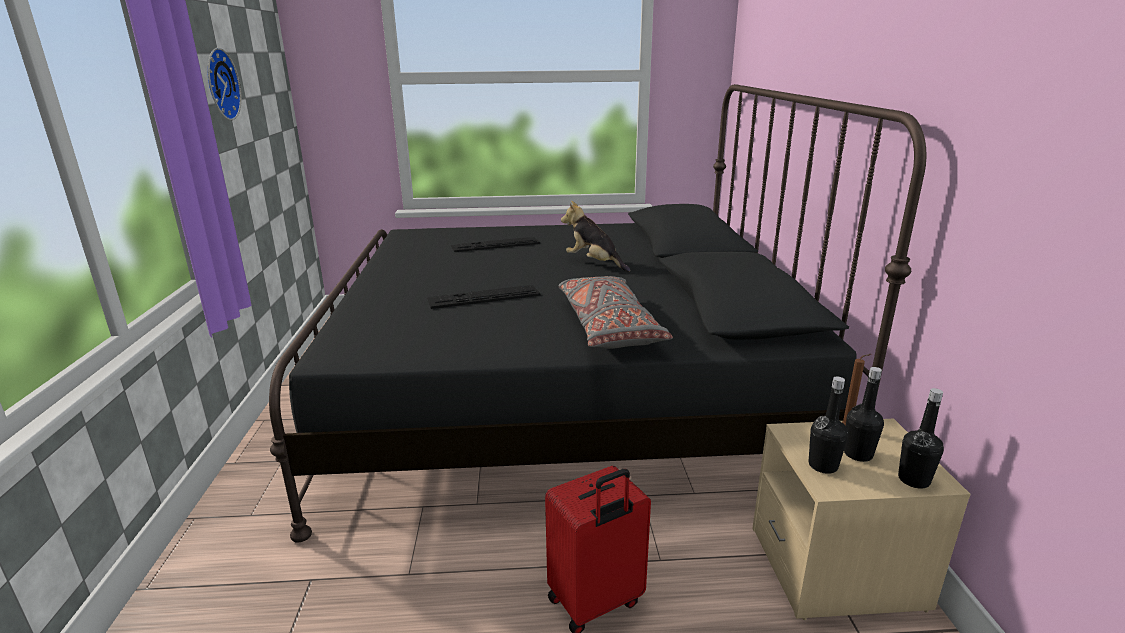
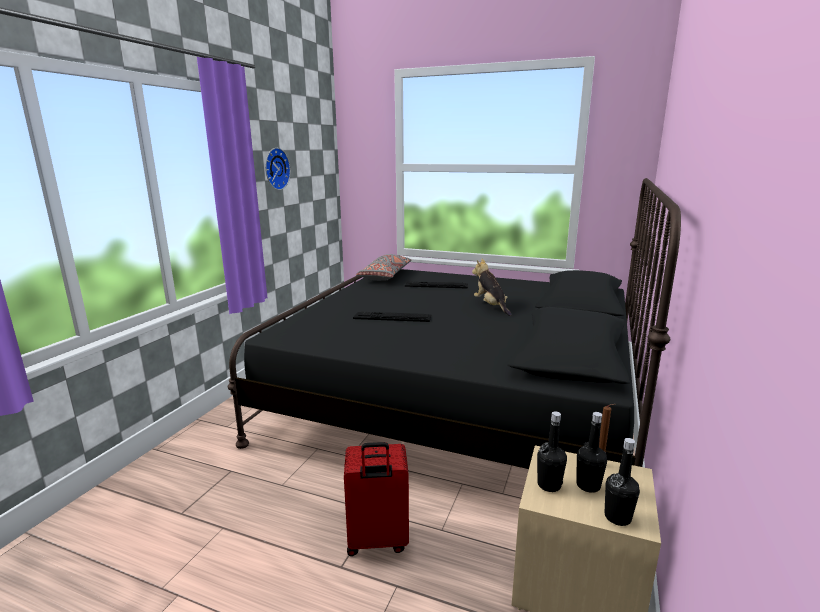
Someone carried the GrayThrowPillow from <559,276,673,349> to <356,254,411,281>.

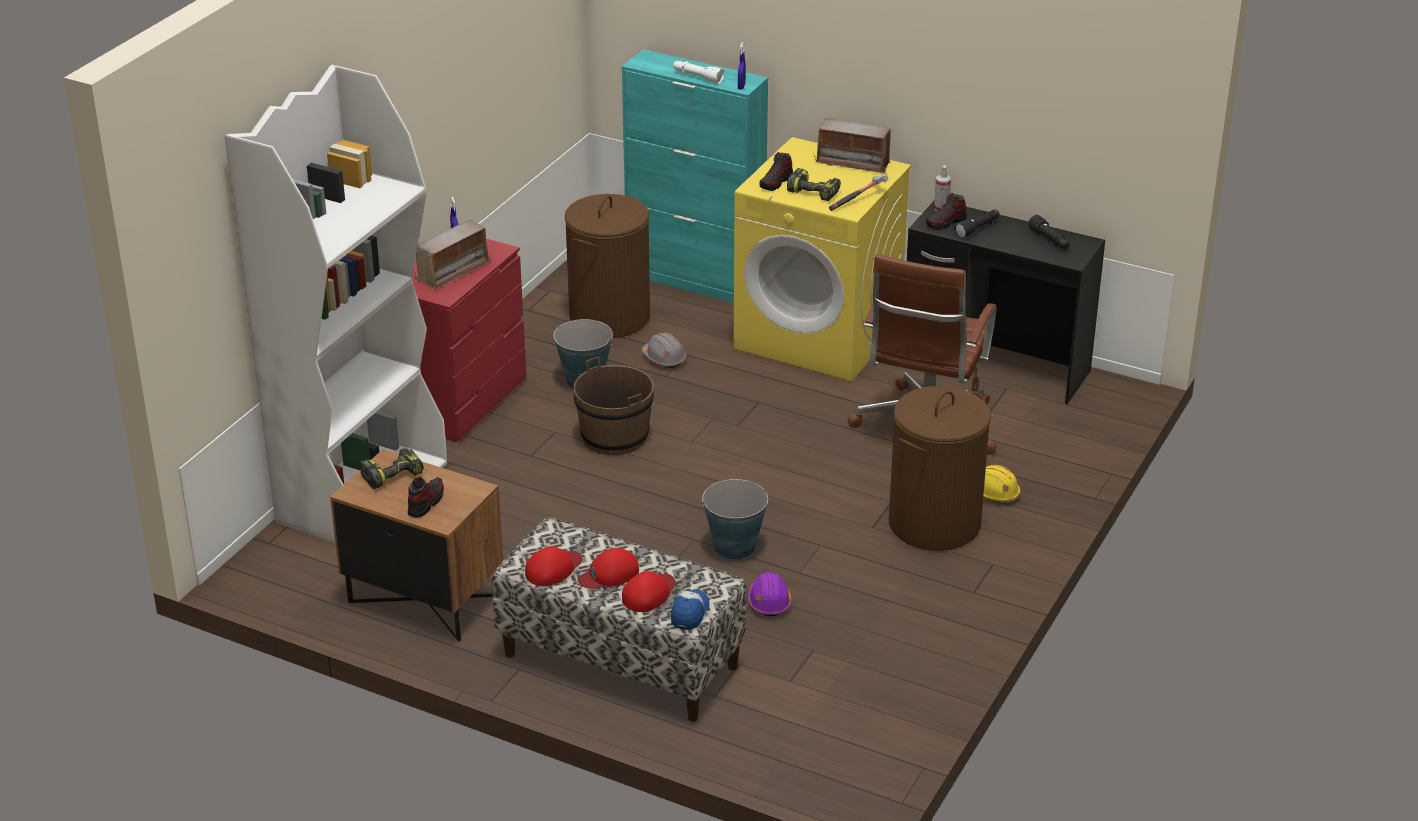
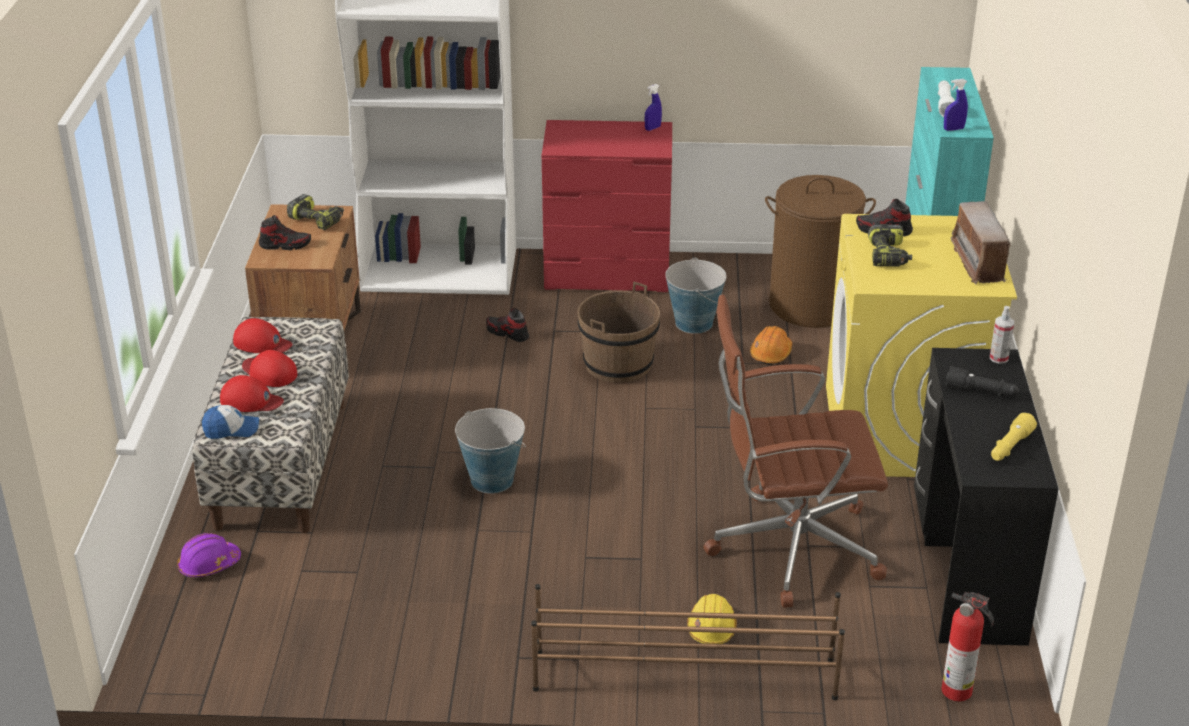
Someone took away the RadioSet at <415,220,491,290>.
Someone repainted the GraySafetyHelmet at <642,332,686,368>, which became the OrangeColouredSafetyHelmet at <750,326,792,365>.
Someone carried the PurpleColouredSafetyHelmet from <748,572,791,616> to <177,533,241,577>.
Someone took away the HandHammer at <829,174,889,211>.
Someone took away the BrownColouredLaundryBasket at <889,386,991,551>.
Someone carried the Shoe from <926,193,967,230> to <486,308,529,342>.
Someone repainted the BlackishHandTorch at <1028,215,1070,249>, which became the YellowishHandTorch at <991,413,1037,461>.
Someone put down the BrownColouredShoeStand at <531,584,845,700>.
Someone put down the FireFightingCylinder at <942,592,994,702>.

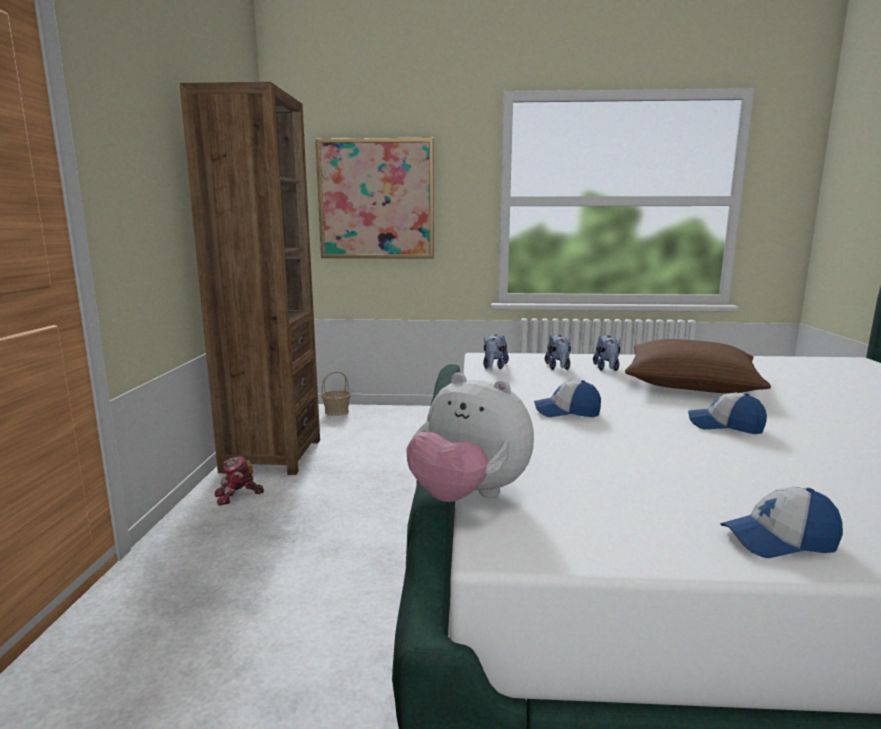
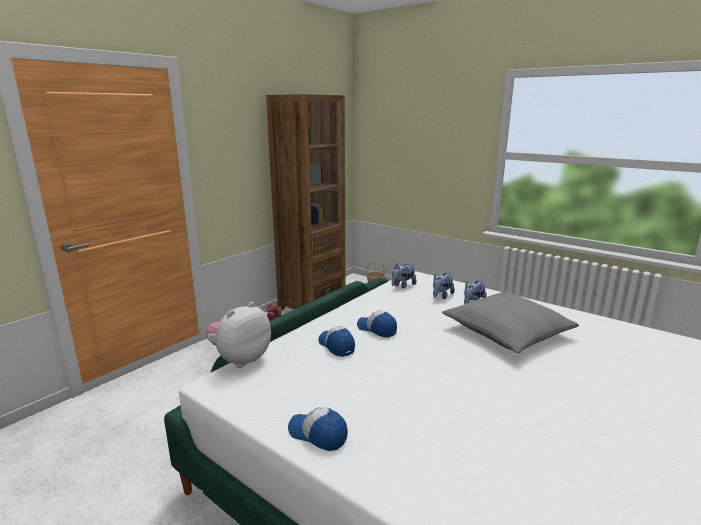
Someone took away the WallArt at <315,138,434,259>.
Someone rotated the PlushToy at <407,372,534,502> by 60 degrees clockwise.
Someone repainted the BrownColouredThrowPillow at <625,339,771,393>, which became the GrayThrowPillow at <442,292,579,353>.
Someone carried the PeakedCap from <688,393,767,434> to <318,326,355,357>.

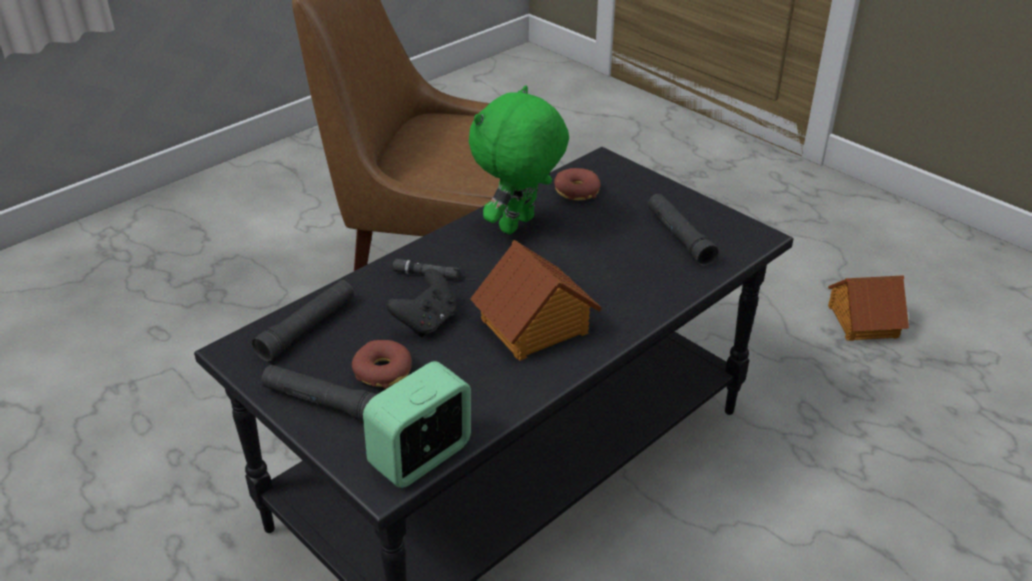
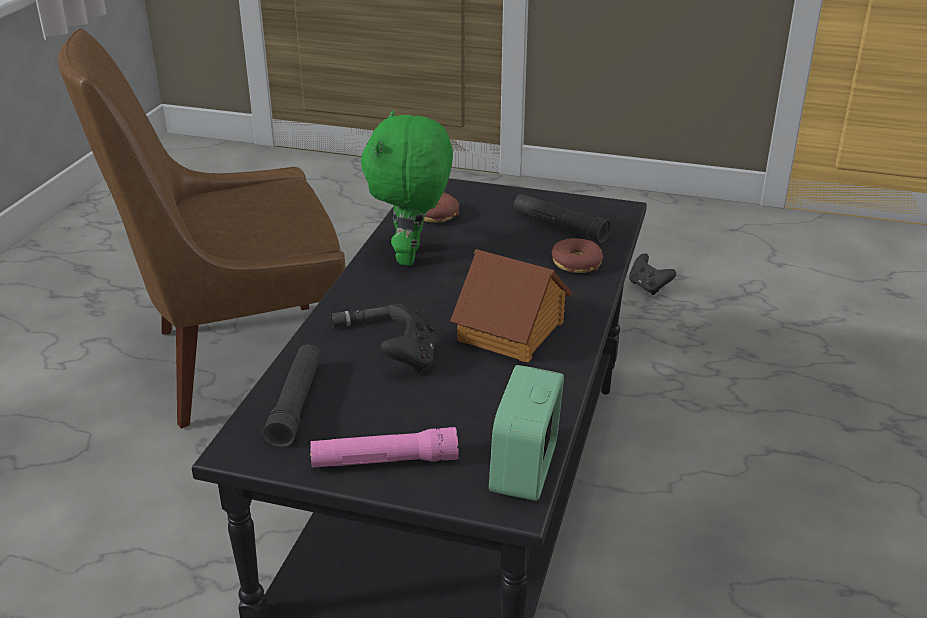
Someone repainted the BlackishHandTorch at <262,365,377,421>, which became the PinkHandTorch at <310,427,458,468>.
Someone carried the RingDoughnut from <352,340,411,389> to <551,238,603,273>.
Someone swapped the ToyHouse at <828,275,909,341> for the BlackishGameController at <629,253,676,295>.

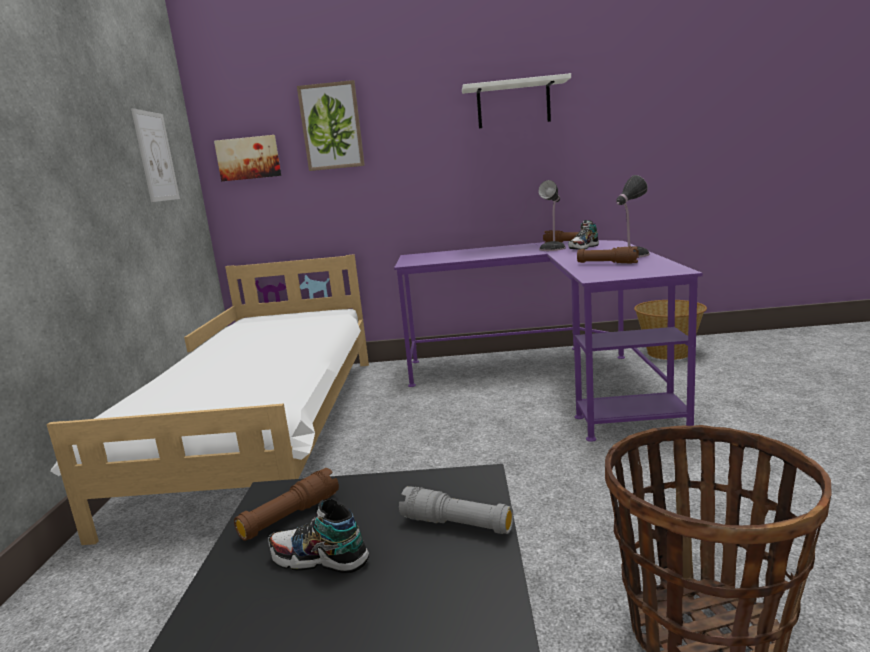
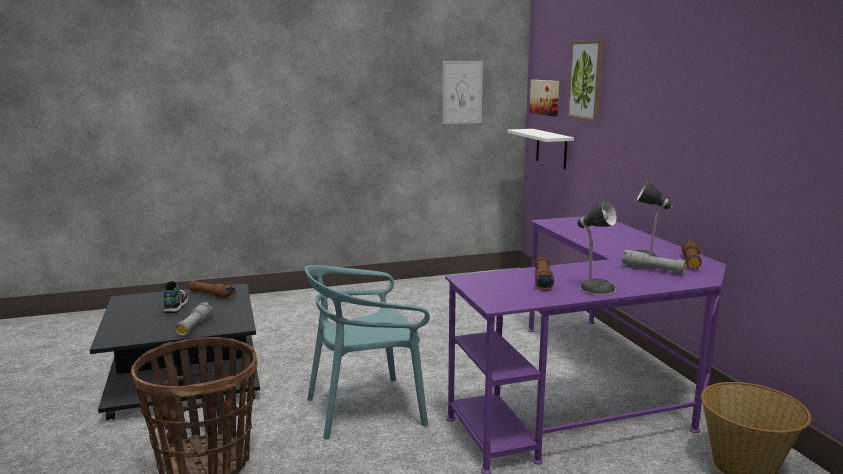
Someone took away the WhiteBed at <46,254,369,545>.
Someone carried the WhiteShelf from <462,73,571,129> to <507,129,574,169>.
Someone swapped the Shoe at <568,220,599,249> for the GrayHandTorch at <622,250,686,274>.
Someone put down the TurquoiseUprightChair at <304,265,430,440>.

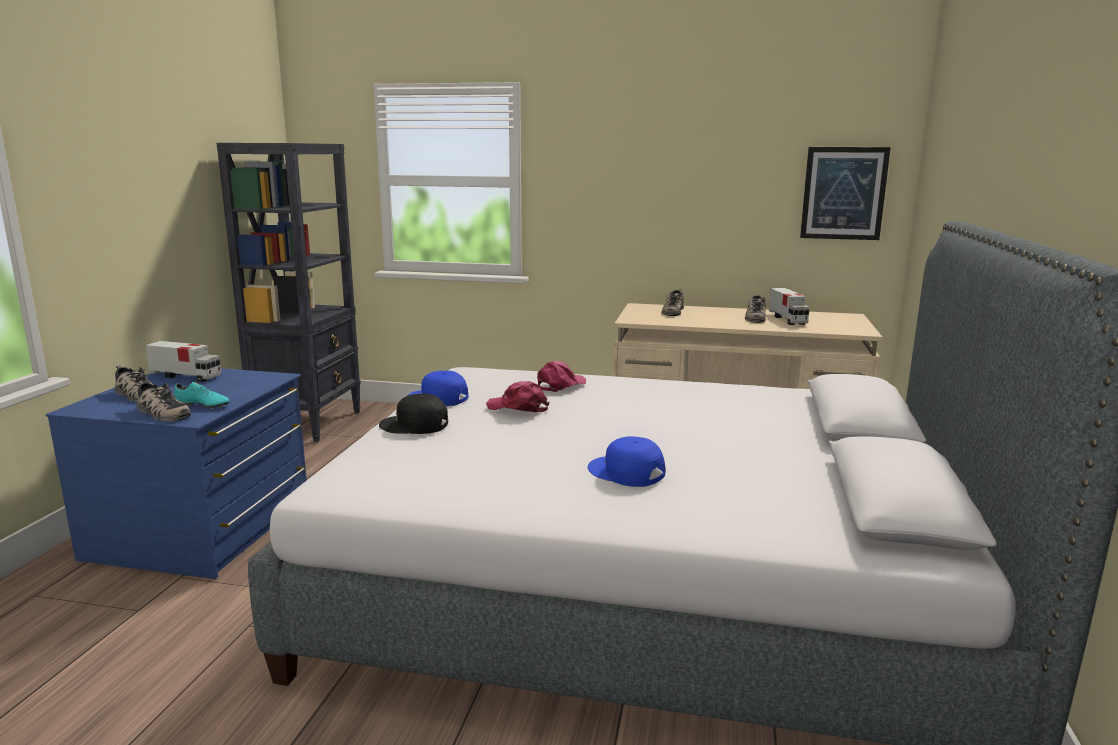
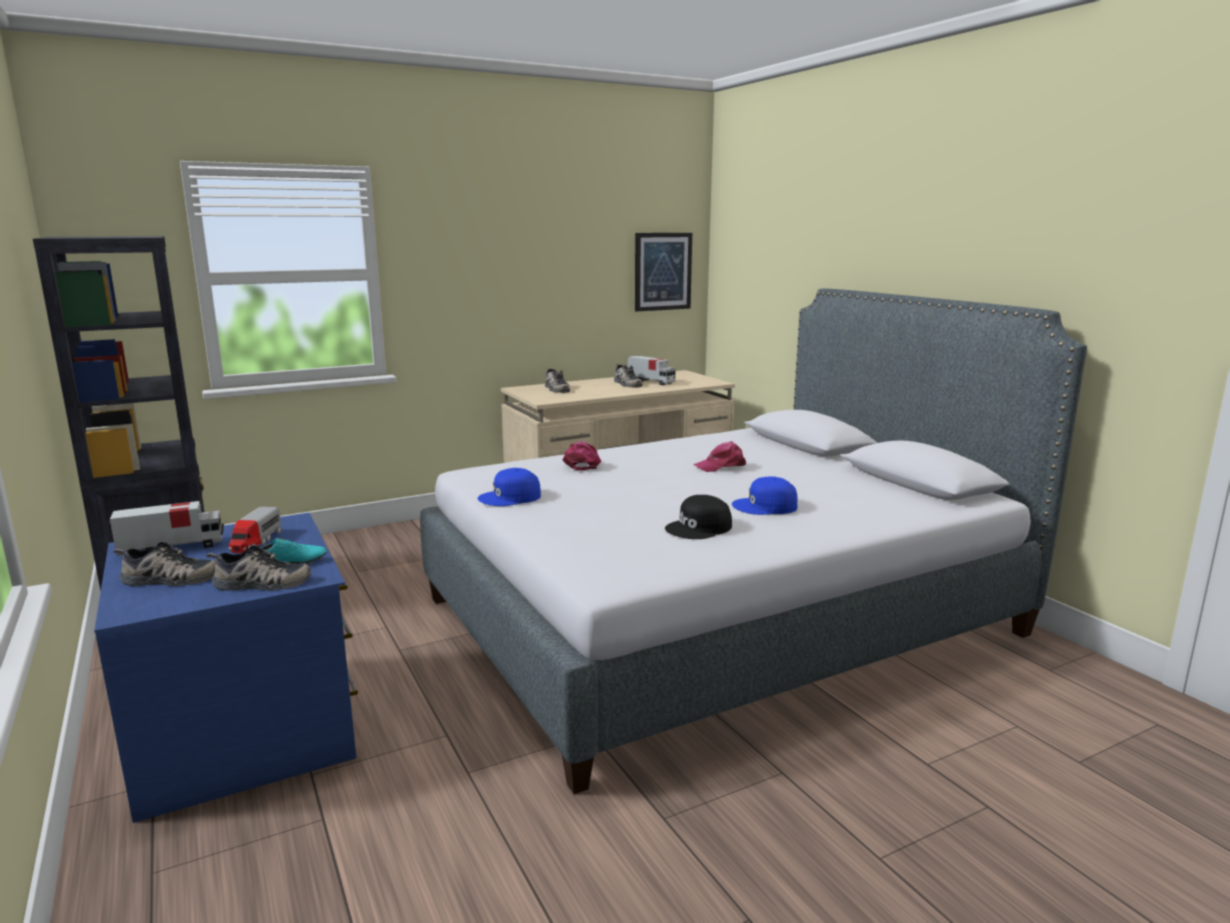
Someone carried the BlackishPeakedCap from <379,394,448,434> to <665,495,732,539>.
Someone carried the PinkPeakedCap from <486,381,549,412> to <693,441,746,472>.
Someone put down the ToyTruck at <228,507,281,553>.

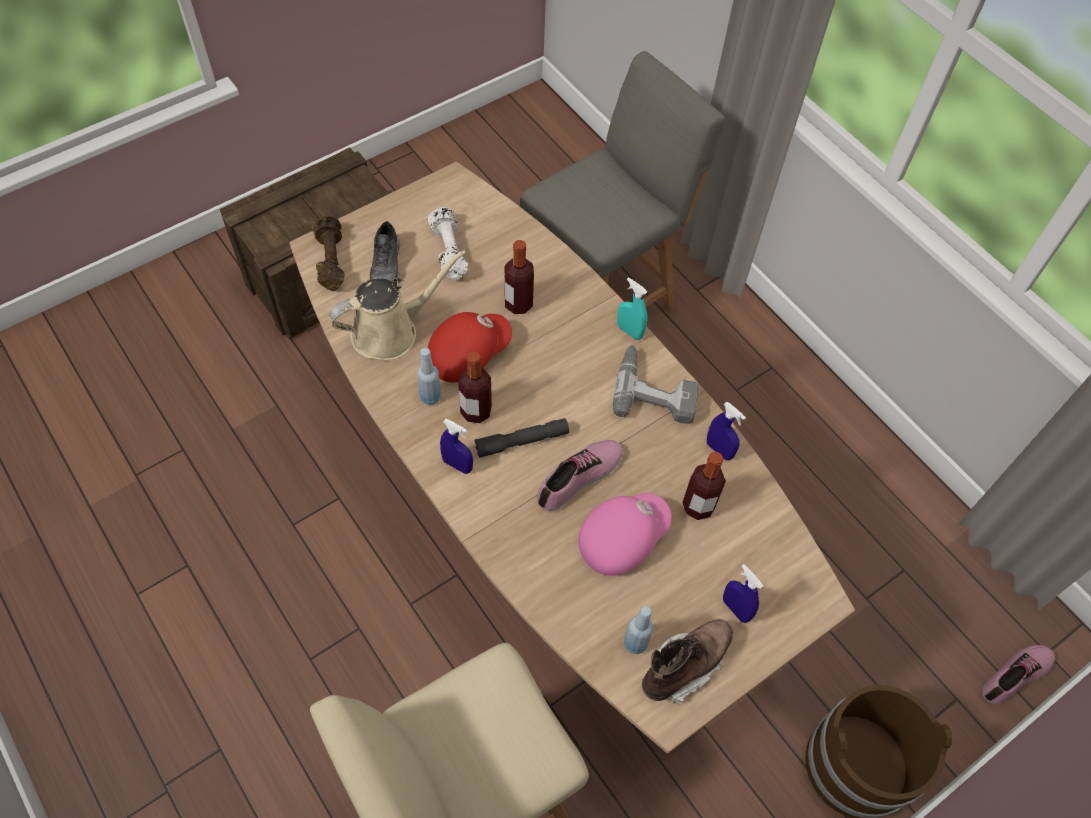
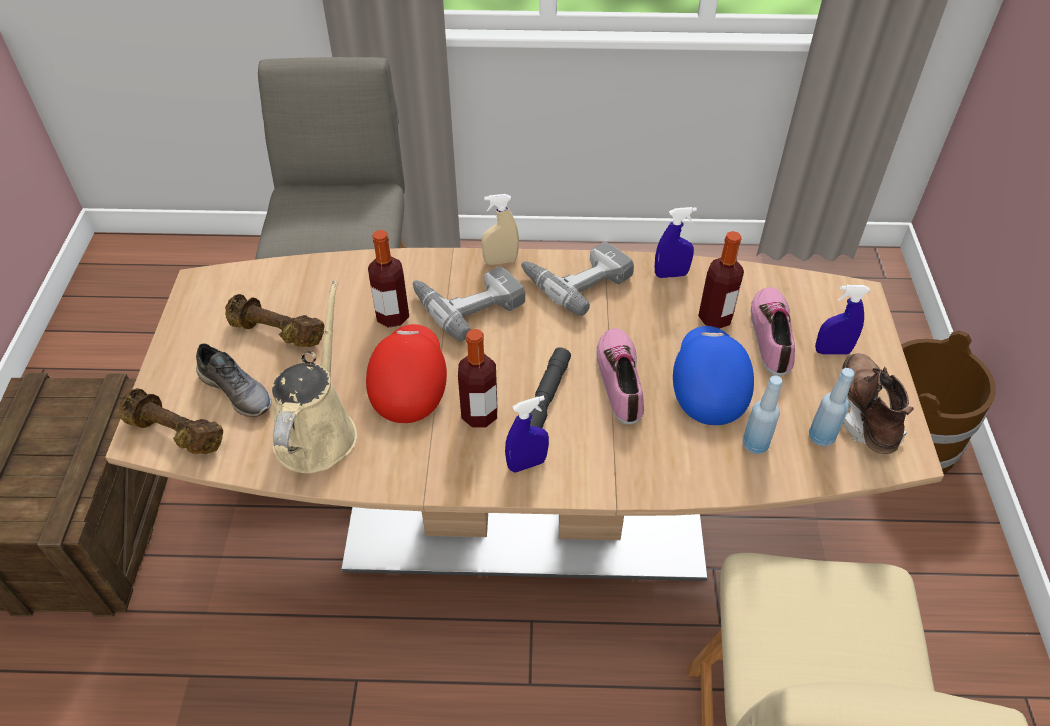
Someone carried the BlueColouredDrinkBottle from <417,348,441,405> to <742,375,783,454>.
Someone repainted the WhiteFreeWeight at <428,207,468,281>, which became the BrownColouredFreeWeight at <225,294,324,347>.
Someone repainted the PinkPeakedCap at <579,493,672,576>, which became the BlueColouredPeakedCap at <673,326,754,425>.
Someone repainted the TurquoiseSprayer at <617,277,647,340>, which became the BeigeSprayer at <481,194,519,265>.
Someone carried the Shoe from <982,645,1055,704> to <751,287,795,376>.
Someone put down the ElectricDrill at <413,266,525,341>.

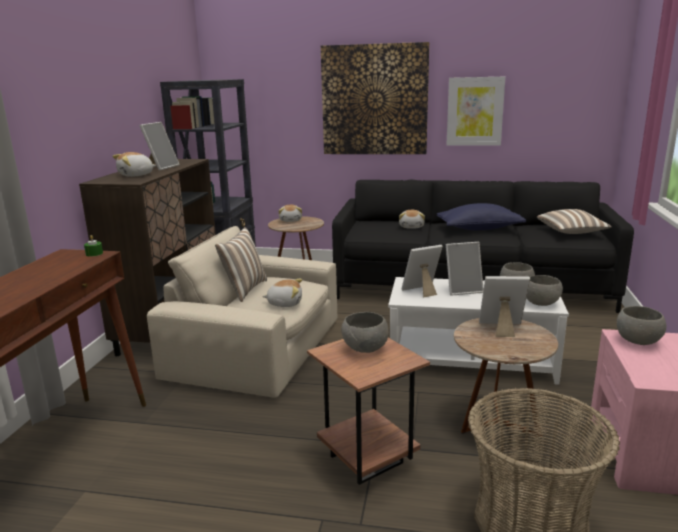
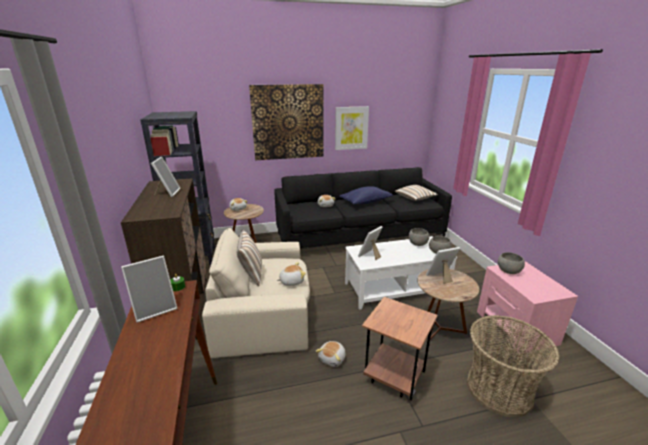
Someone carried the PlushToy from <112,152,157,177> to <316,341,346,367>.
Someone took away the GrayBowl at <341,312,389,353>.
Someone carried the PhotoFrame from <446,242,484,296> to <121,256,178,323>.

